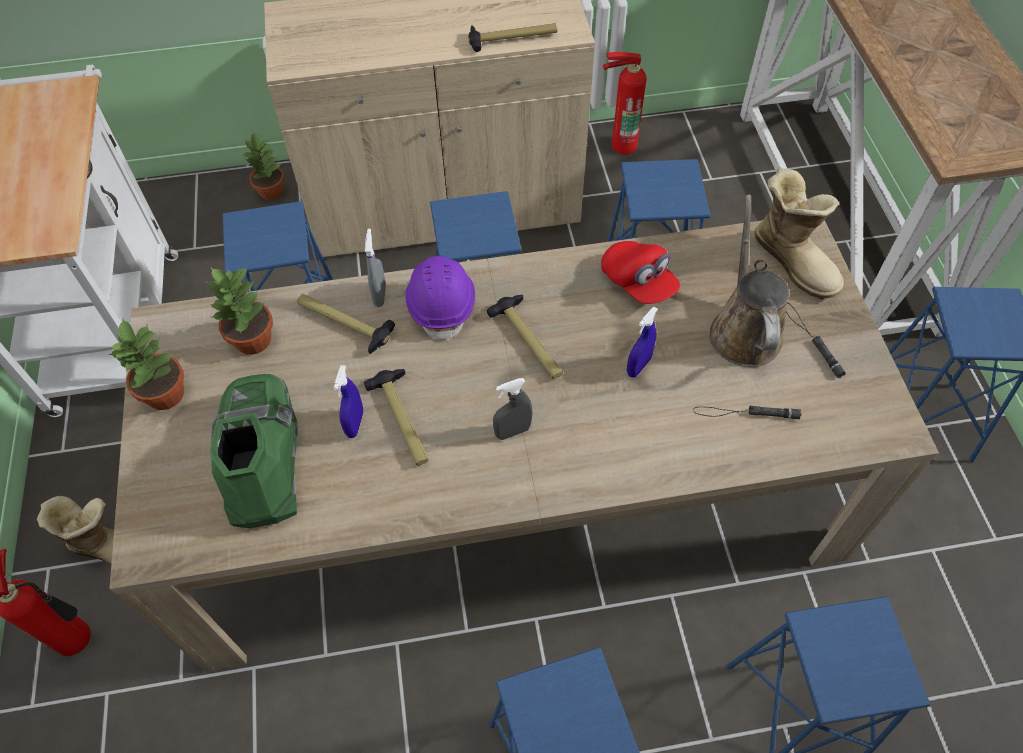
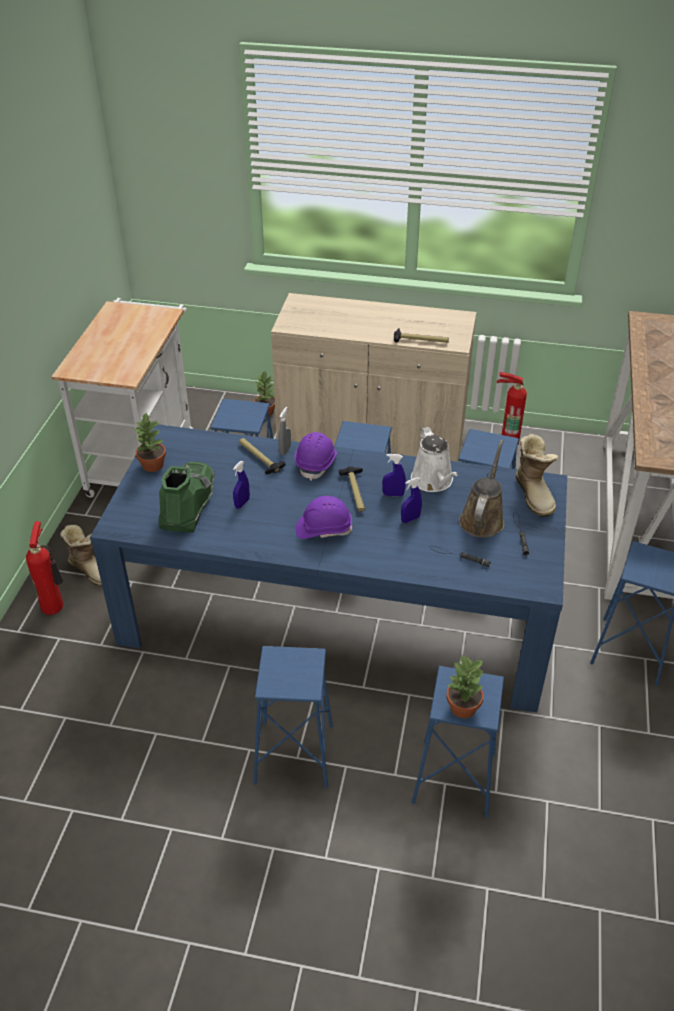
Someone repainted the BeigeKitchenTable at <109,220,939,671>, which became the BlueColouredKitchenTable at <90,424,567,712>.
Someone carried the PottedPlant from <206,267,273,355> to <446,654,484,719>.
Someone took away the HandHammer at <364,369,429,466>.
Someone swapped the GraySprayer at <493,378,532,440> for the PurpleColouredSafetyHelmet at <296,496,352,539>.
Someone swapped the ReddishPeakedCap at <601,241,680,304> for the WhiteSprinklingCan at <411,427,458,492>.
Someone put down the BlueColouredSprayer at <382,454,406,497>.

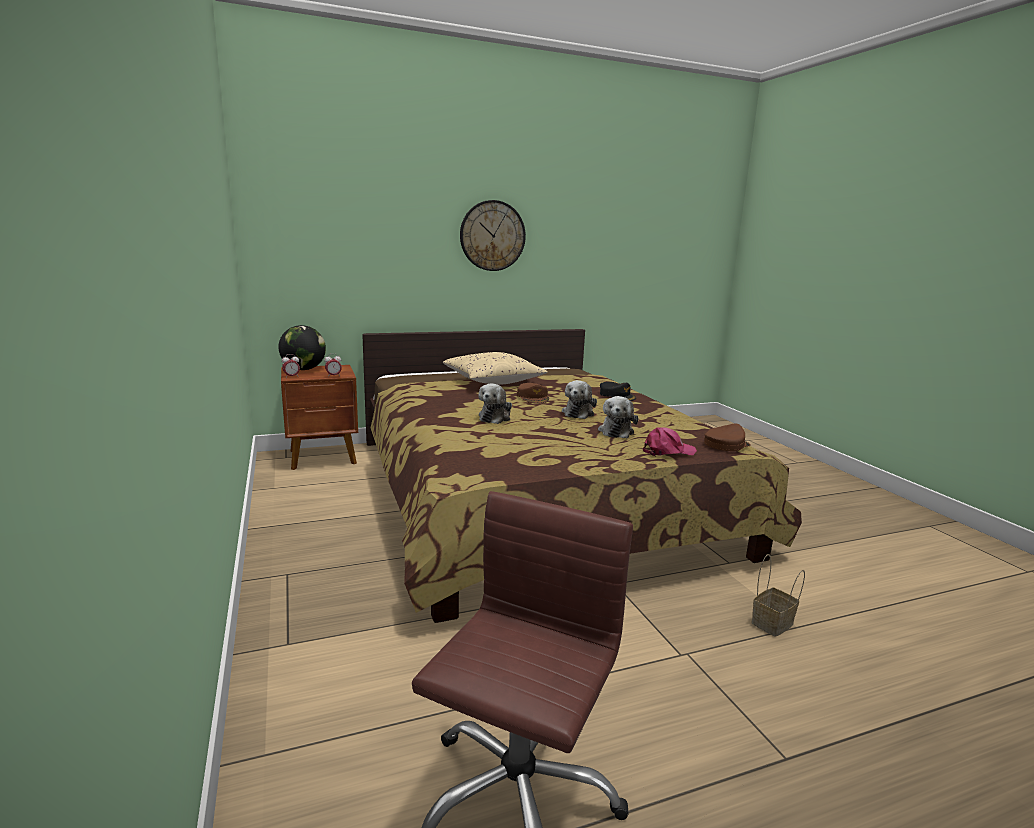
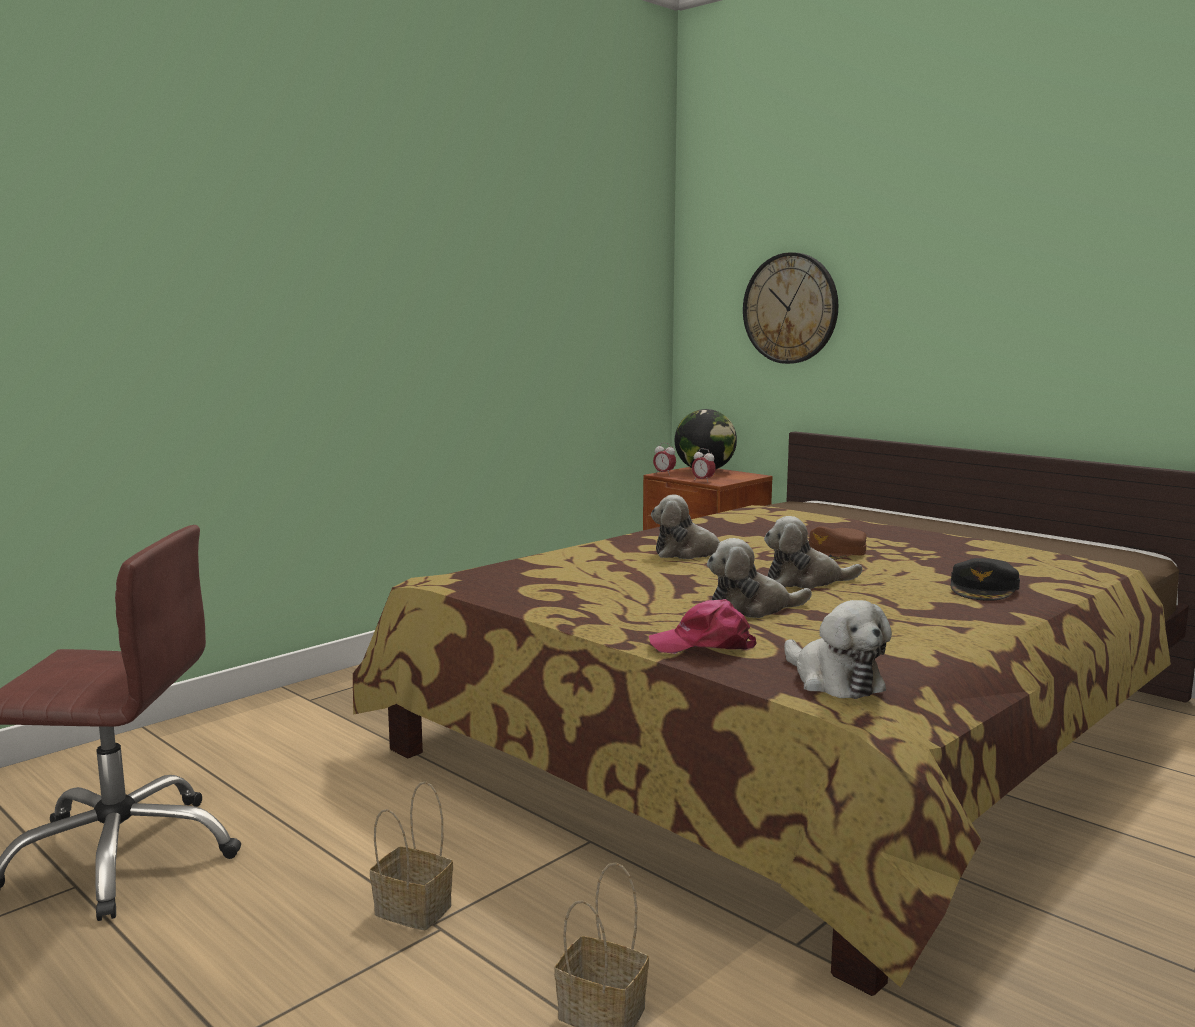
Someone took away the BeigeThrowPillow at <443,352,548,385>.
Someone carried the HangingClock from <460,200,526,271> to <743,252,838,364>.
Someone rotated the PinkPeakedCap at <643,427,697,456> by 135 degrees clockwise.
Someone swapped the BrownColouredPeakedCap at <704,424,751,451> for the PlushToy at <784,600,892,699>.
Someone put down the Basket at <370,781,453,930>.

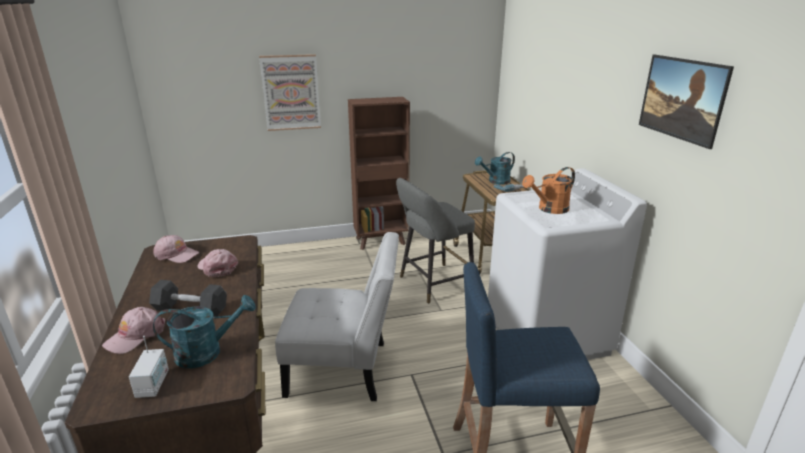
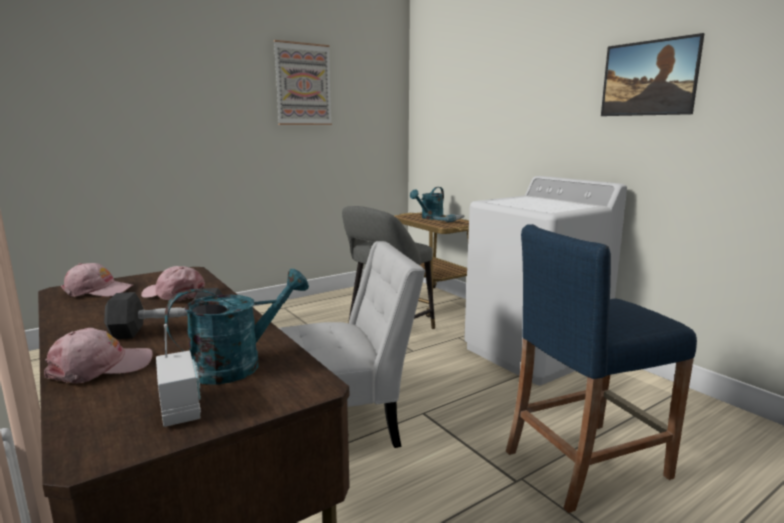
Someone rotated the PinkPeakedCap at <102,307,165,354> by 135 degrees counterclockwise.
Someone carried the WallArt from <259,54,321,131> to <274,40,332,125>.
Someone took away the BrownColouredShelvingUnit at <348,97,410,250>.
Someone took away the OrangeColouredSprinklingCan at <522,167,575,214>.

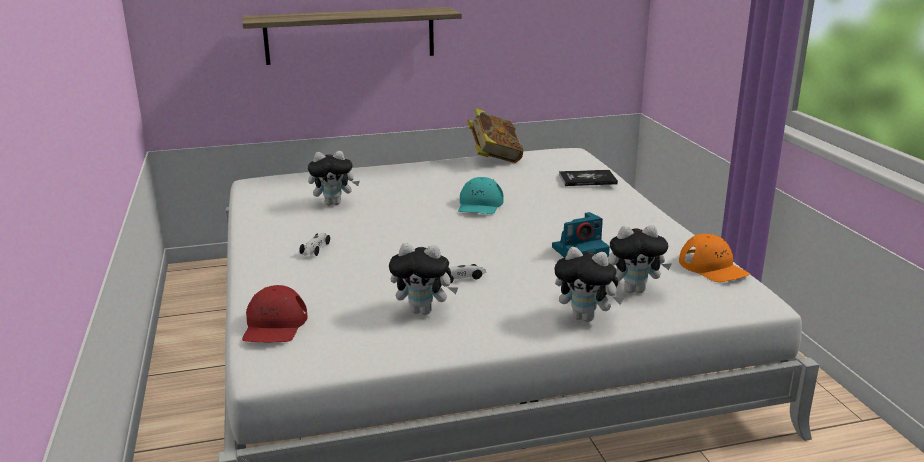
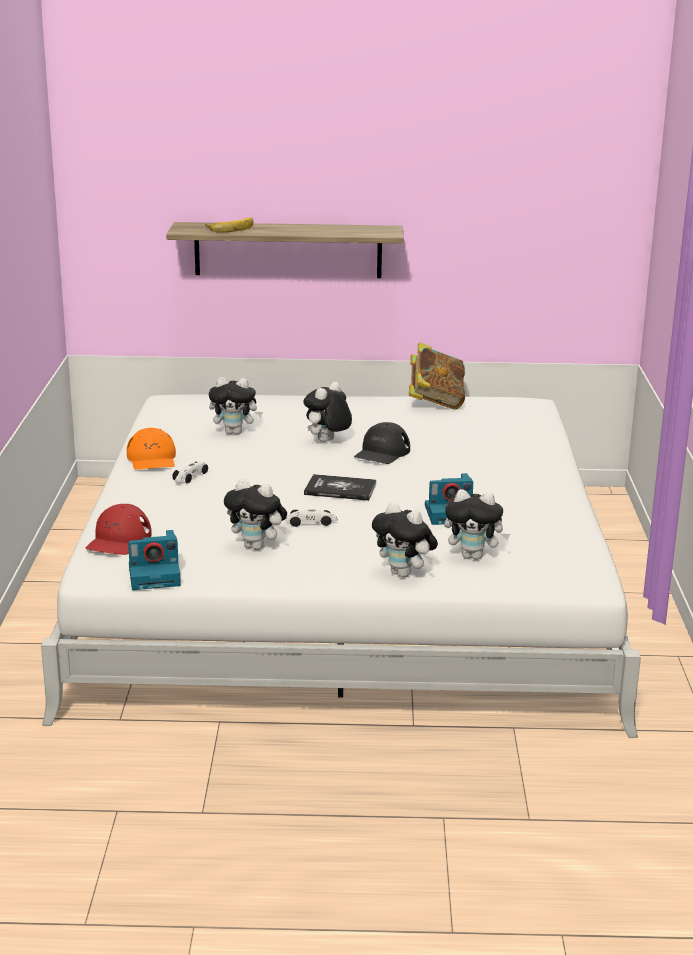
Someone repainted the TurquoisePeakedCap at <458,177,504,214>, which became the BlackishPeakedCap at <354,422,410,464>.
Someone carried the Book from <559,170,618,186> to <304,474,376,501>.
Someone carried the OrangeColouredPeakedCap from <679,234,750,282> to <126,428,176,470>.
Someone put down the PhotoCamera at <128,530,181,590>.
Someone put down the Banana at <205,217,253,232>.
Someone put down the PlushToy at <303,382,352,442>.

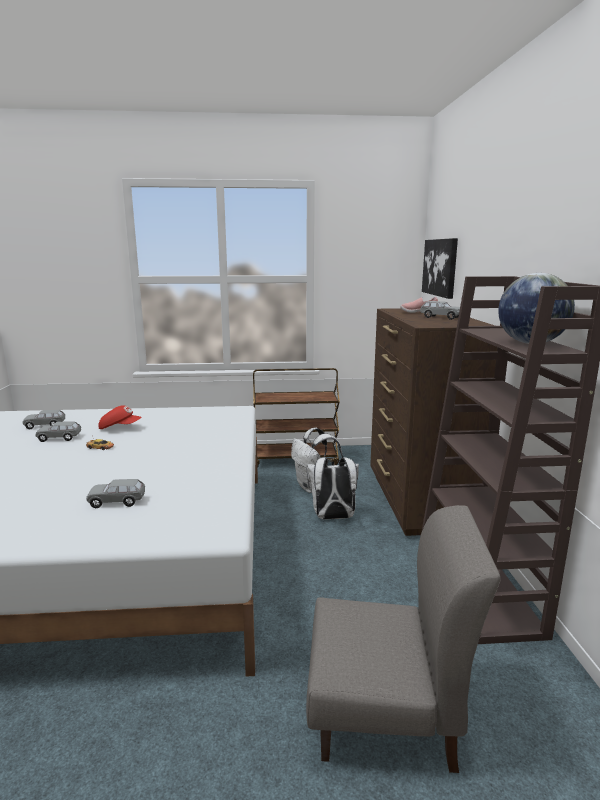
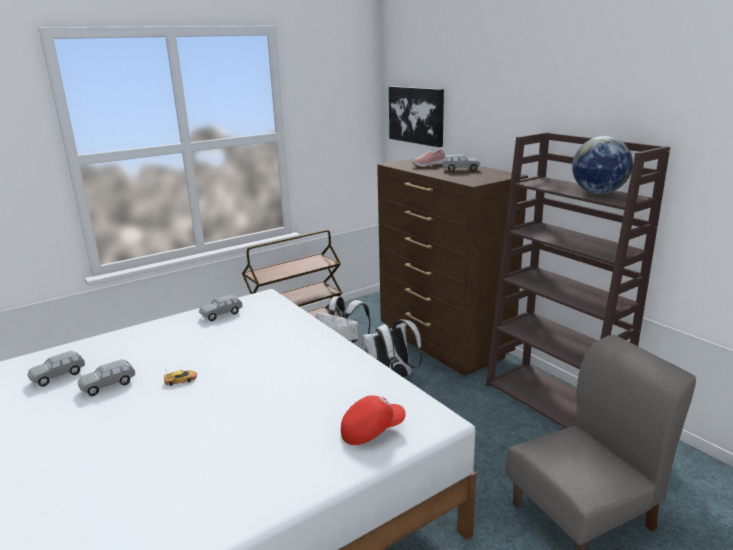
Someone carried the GrayToyCar from <86,479,145,508> to <199,295,242,321>.
Someone carried the ReddishPeakedCap from <98,405,142,429> to <341,395,406,445>.

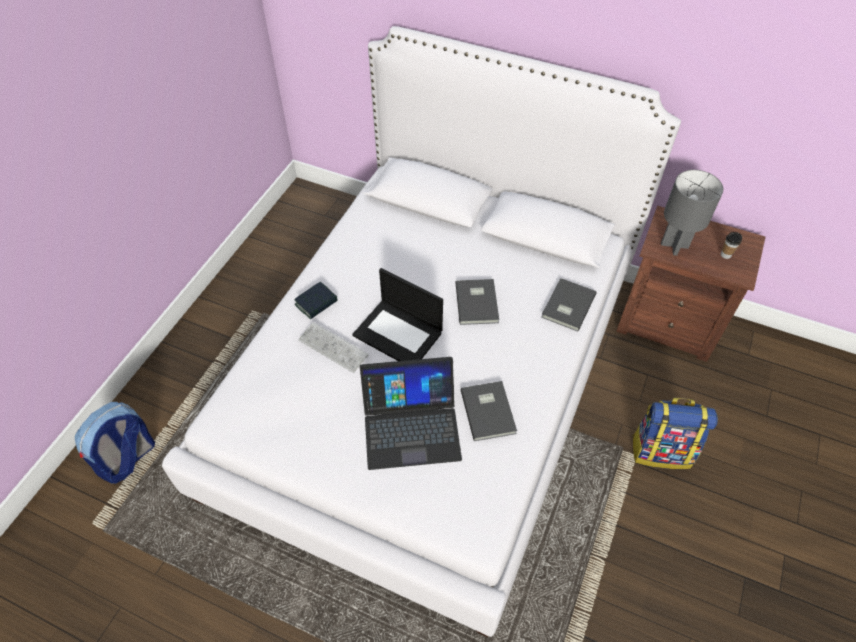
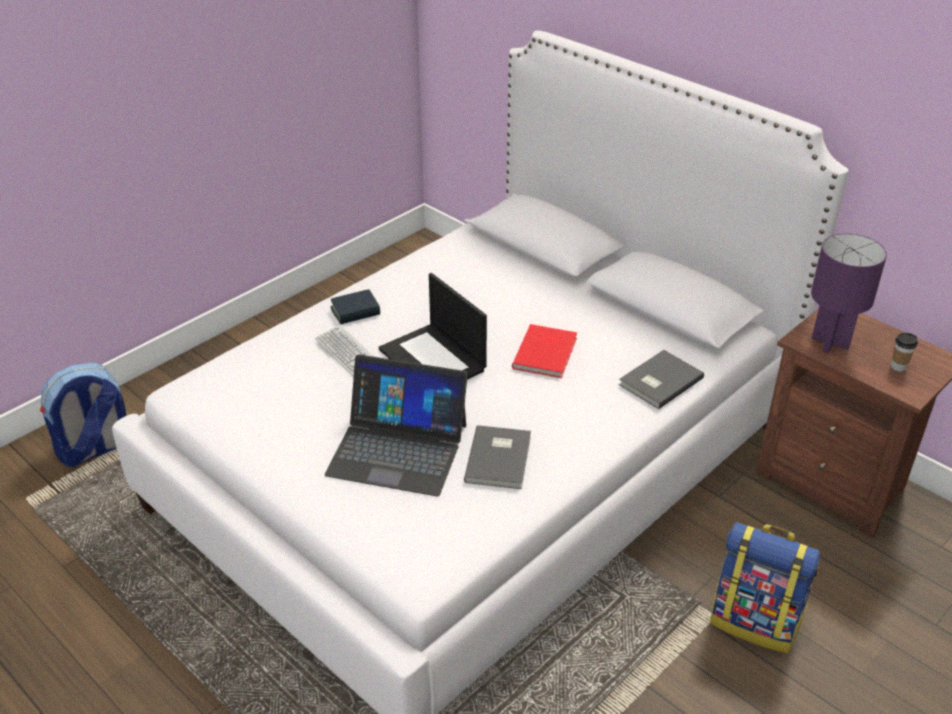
Someone repainted the GrayBook at <455,279,499,325>, which became the ReddishBook at <512,324,577,378>.
Someone repainted the GrayLampForATable at <661,170,723,256>, which became the PurpleColouredLampForATable at <811,233,887,353>.

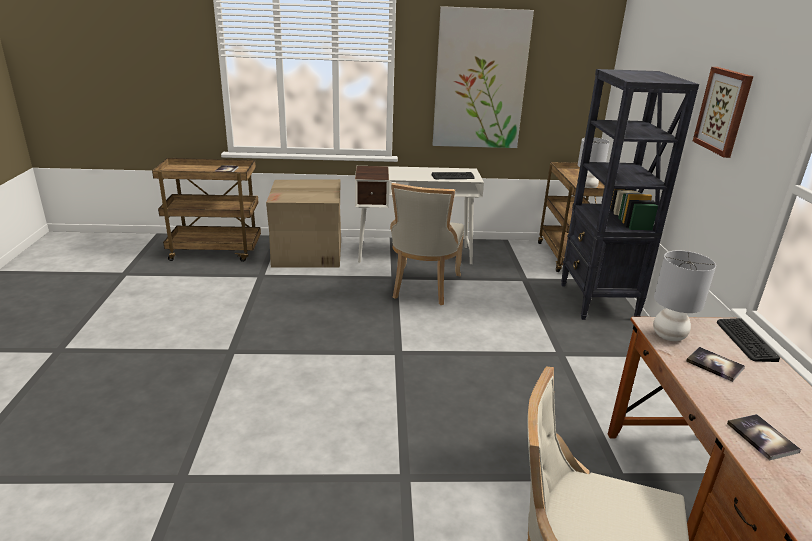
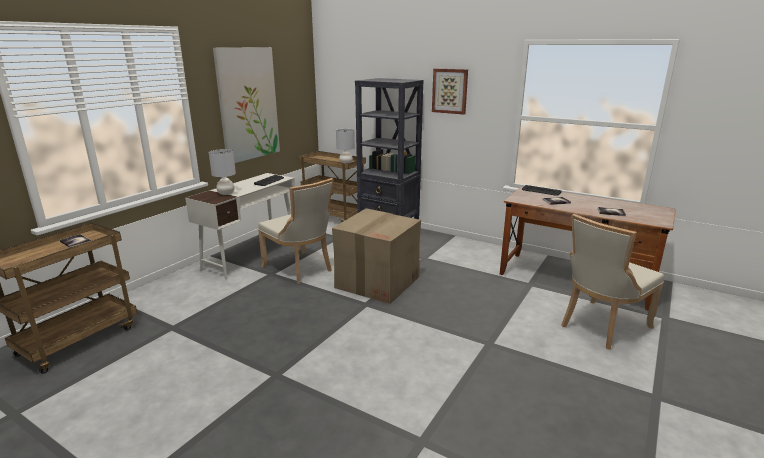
Someone carried the PackingBox from <266,179,341,268> to <332,208,421,304>.
Someone carried the GrayLampForATable from <653,250,716,341> to <209,149,236,195>.

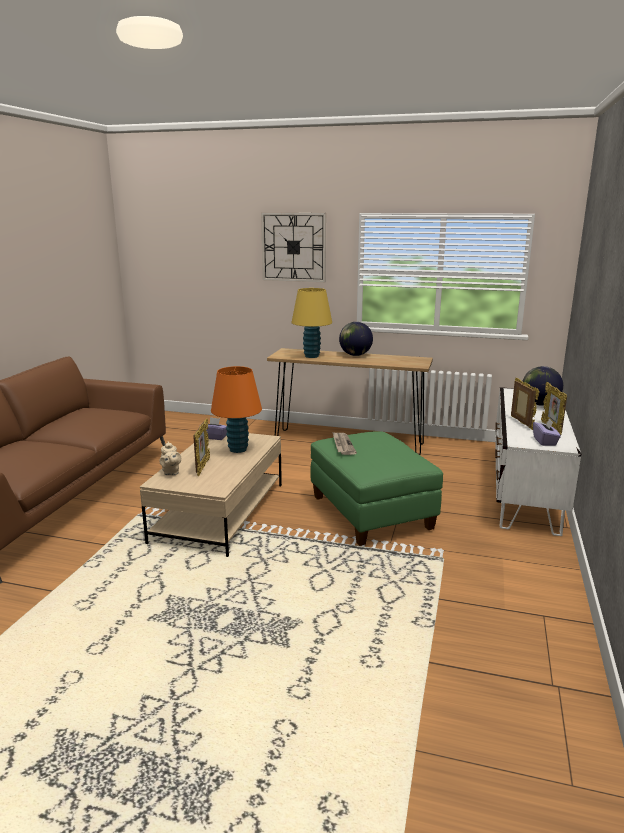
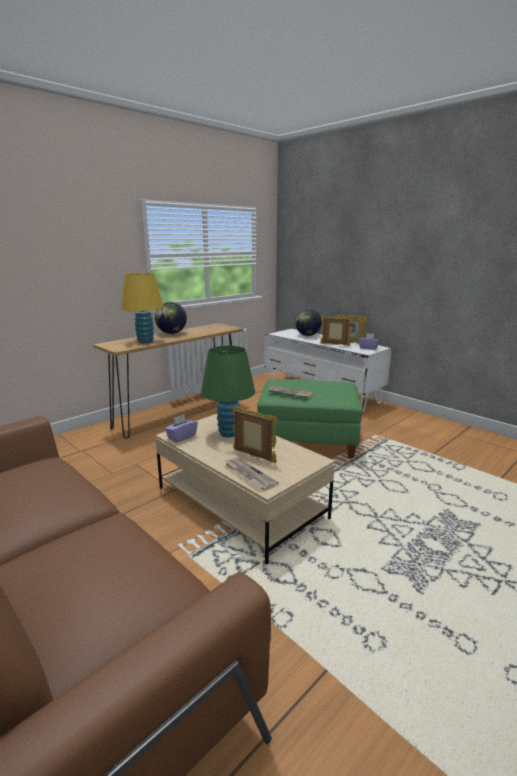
Someone swapped the BeigeTeaPot at <159,441,181,475> for the PrintedPaper at <225,458,279,490>.
Someone repainted the OrangeColouredLampForATable at <211,366,262,453>, which became the GreenishLampForATable at <201,346,255,438>.
Someone took away the HangingClock at <261,212,326,282>.

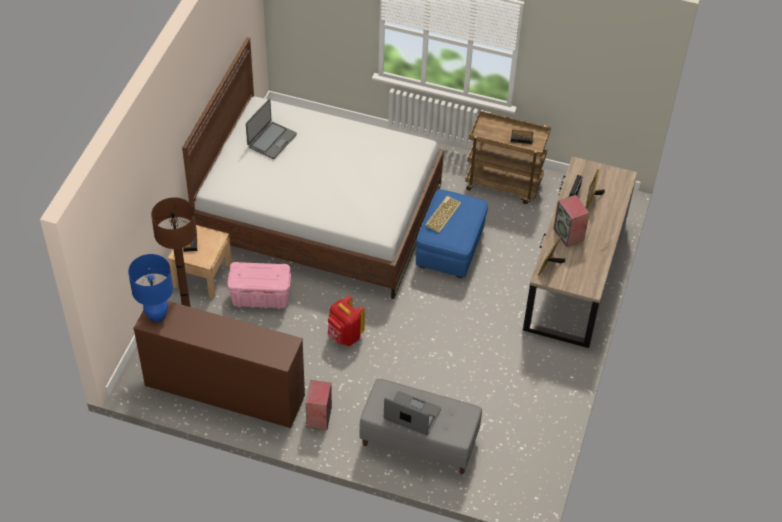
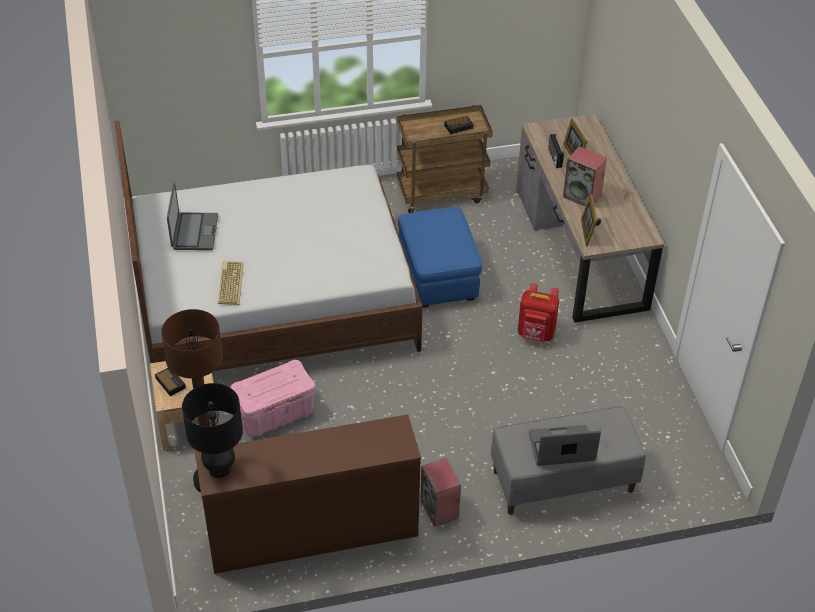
Someone repainted the BlueColouredLampForATable at <128,254,173,322>, which became the BlackishLampForATable at <182,383,243,478>.
Someone carried the ReddishRucksack from <327,296,365,346> to <518,283,559,342>.
Someone carried the ComputerKeyboard from <425,196,461,233> to <218,261,244,305>.

